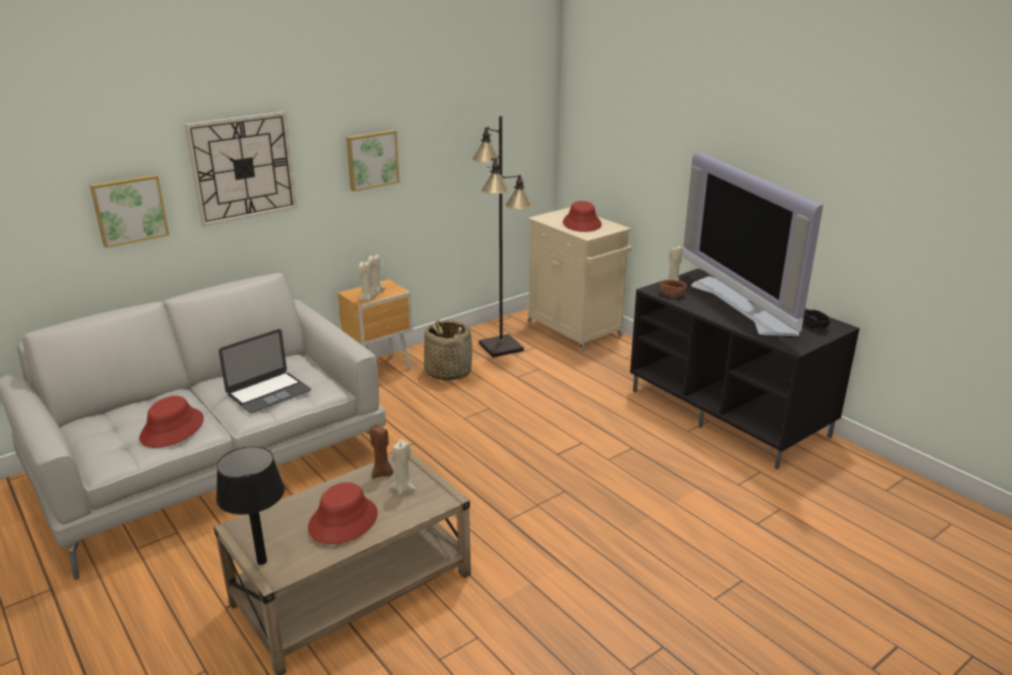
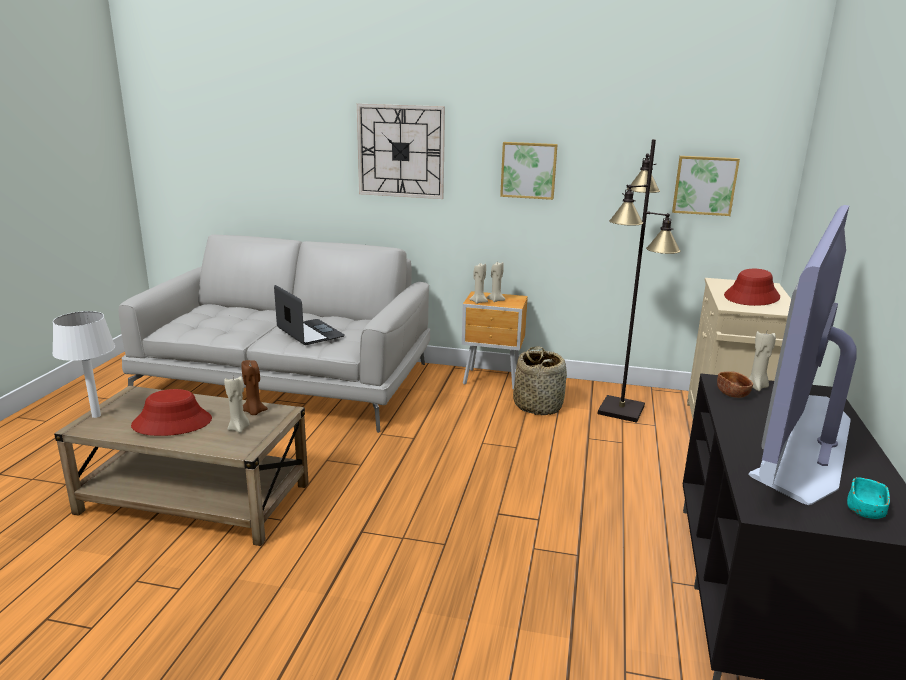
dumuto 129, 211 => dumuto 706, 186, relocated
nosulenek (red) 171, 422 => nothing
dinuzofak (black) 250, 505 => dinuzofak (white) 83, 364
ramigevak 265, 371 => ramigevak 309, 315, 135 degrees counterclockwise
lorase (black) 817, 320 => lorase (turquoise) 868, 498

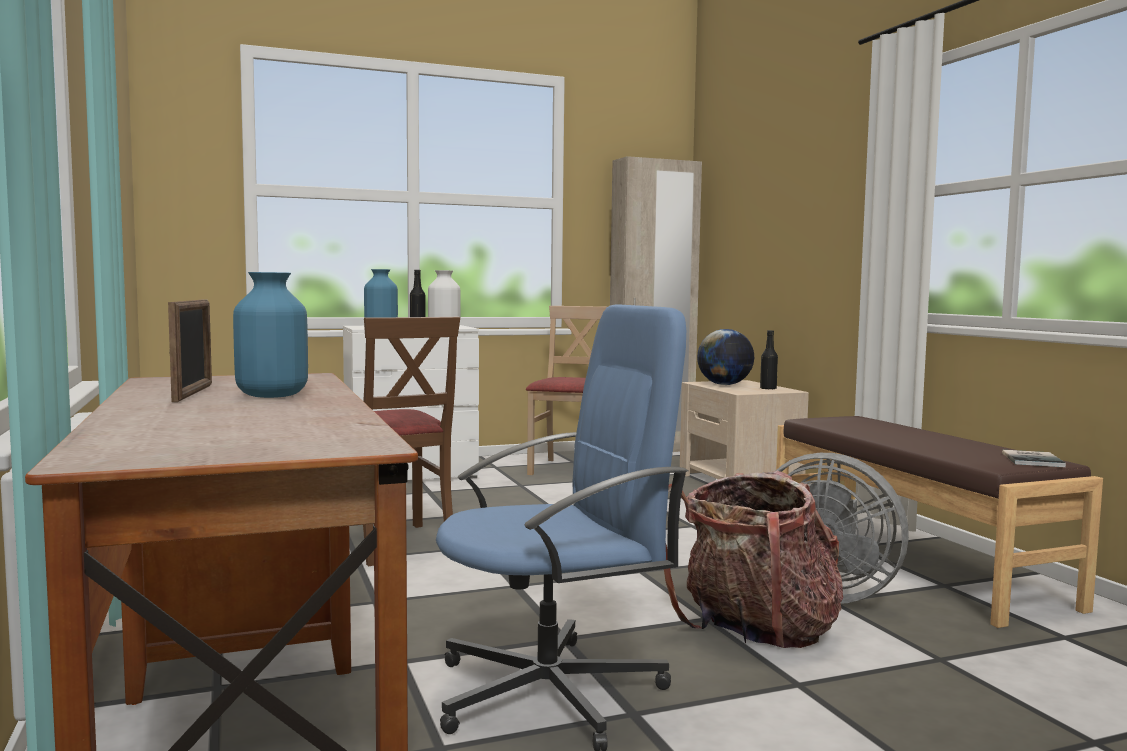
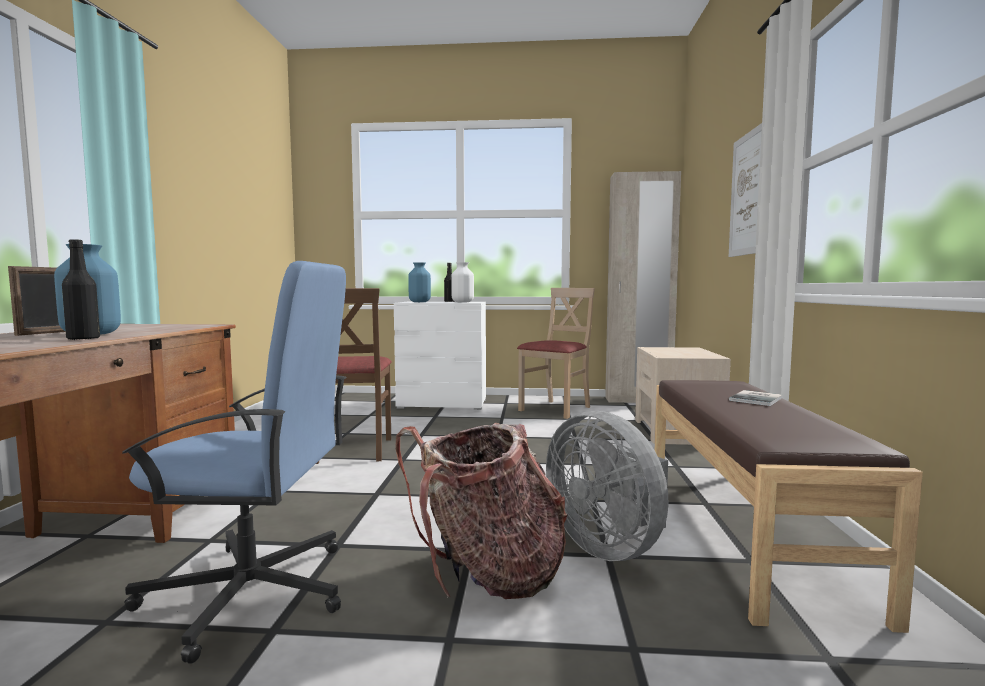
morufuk 725, 357 => nothing
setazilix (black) 769, 360 => setazilix (black) 81, 289, relocated
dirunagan 1034, 458 => dirunagan 756, 398, relocated
nothing => dumuto 745, 190

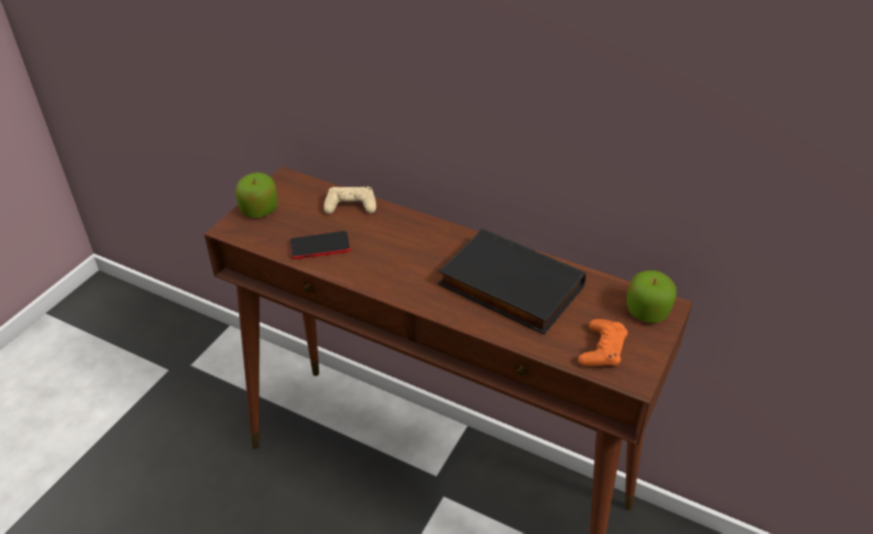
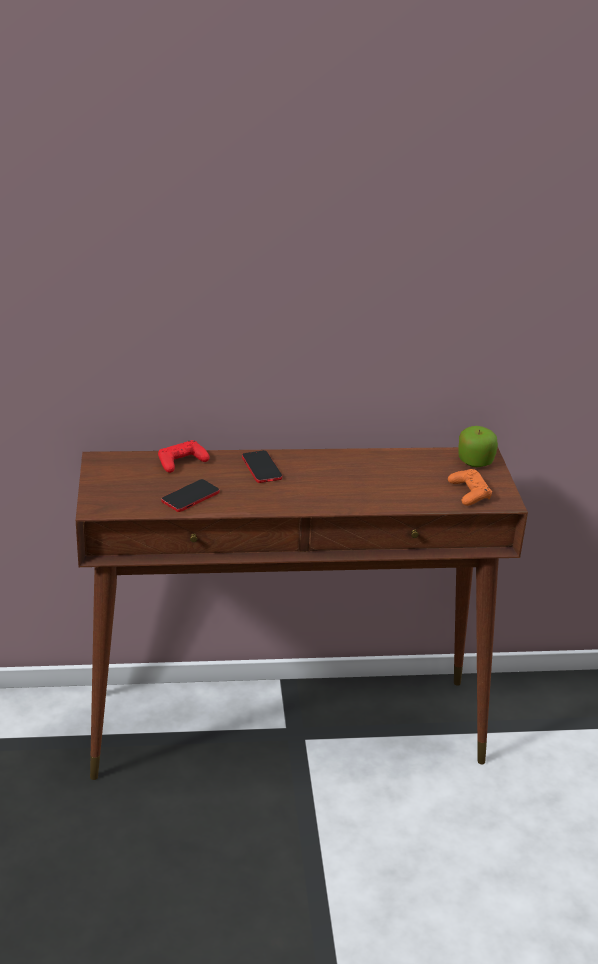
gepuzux 256, 194 => nothing
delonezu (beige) 350, 200 => delonezu (red) 184, 456
dirunagan (black) 512, 281 => nothing
nothing => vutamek 262, 466

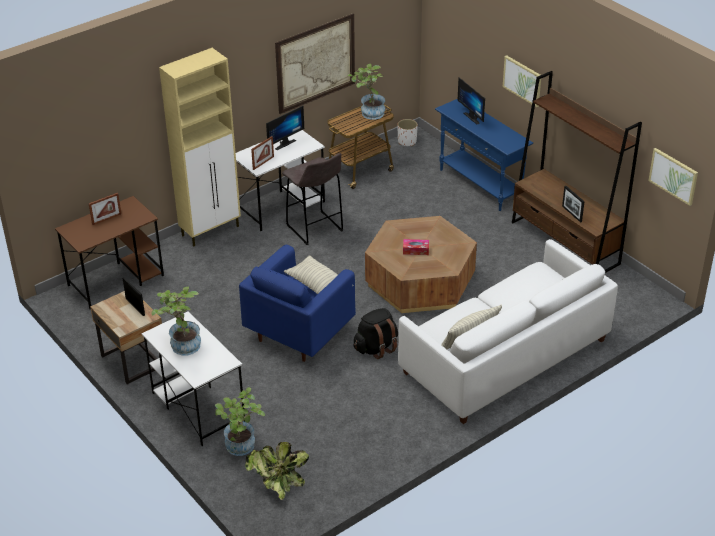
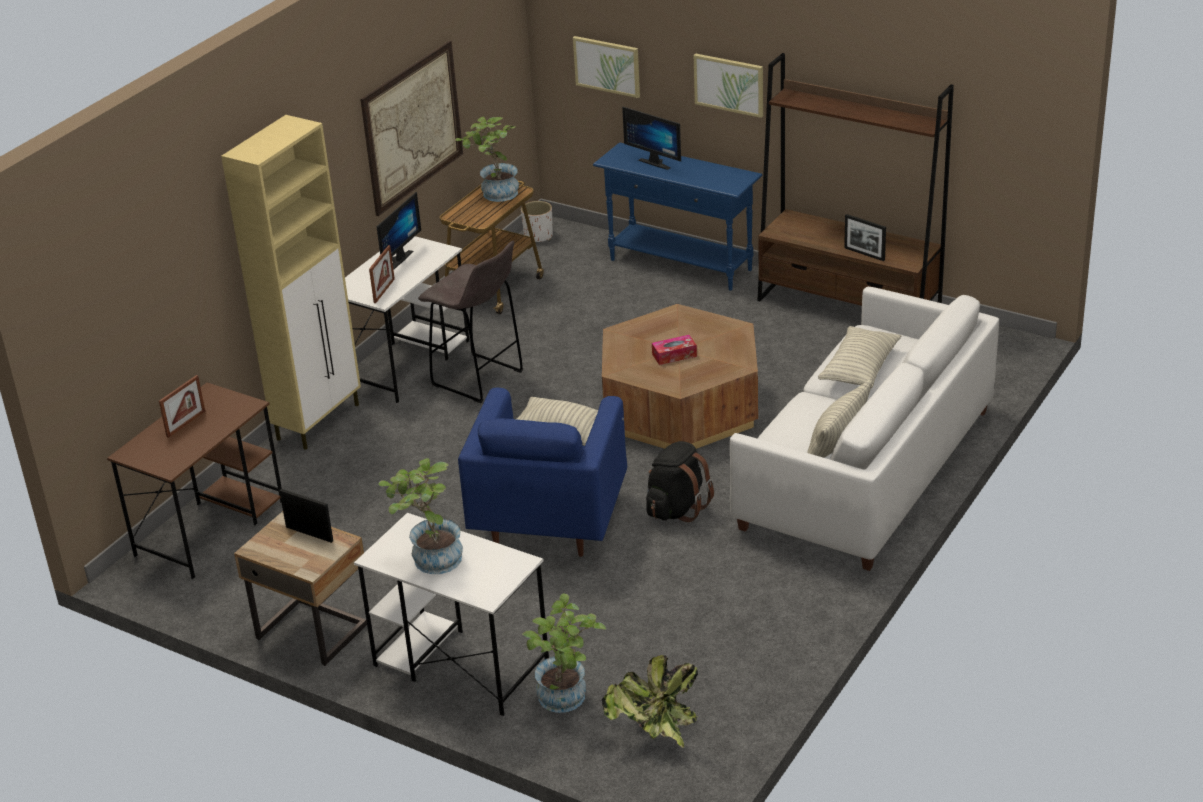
dumuto 673, 177 => dumuto 606, 67, relocated
nothing => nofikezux 859, 357

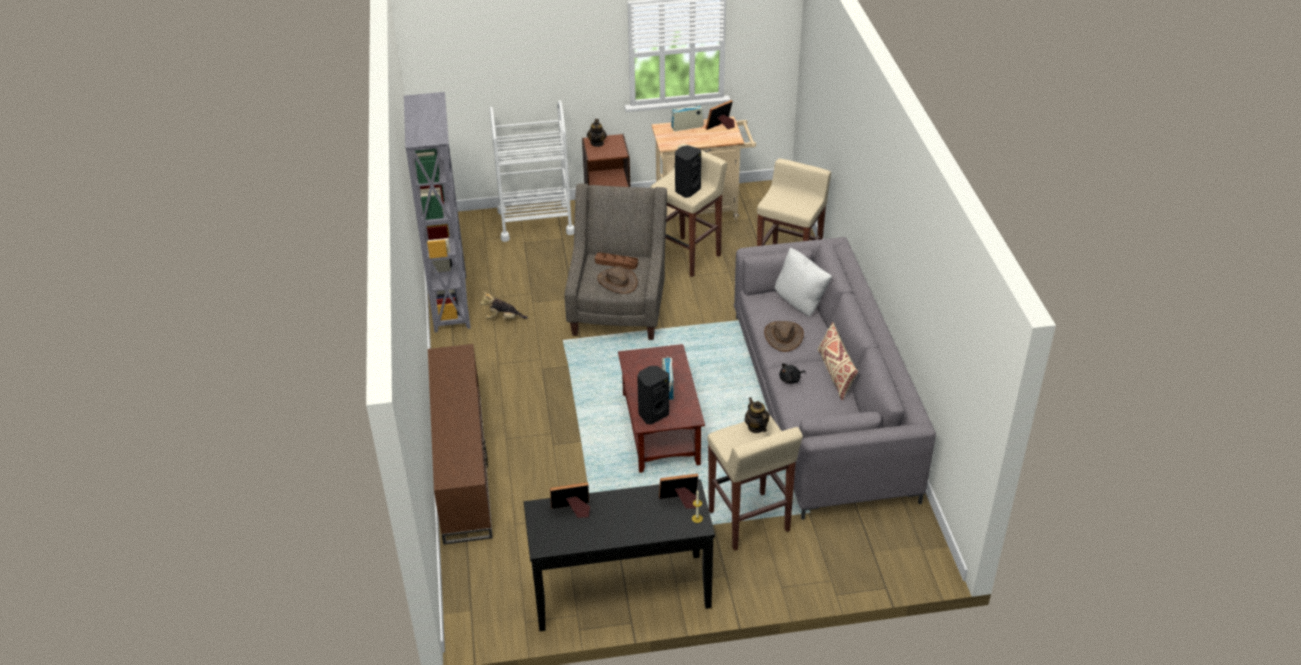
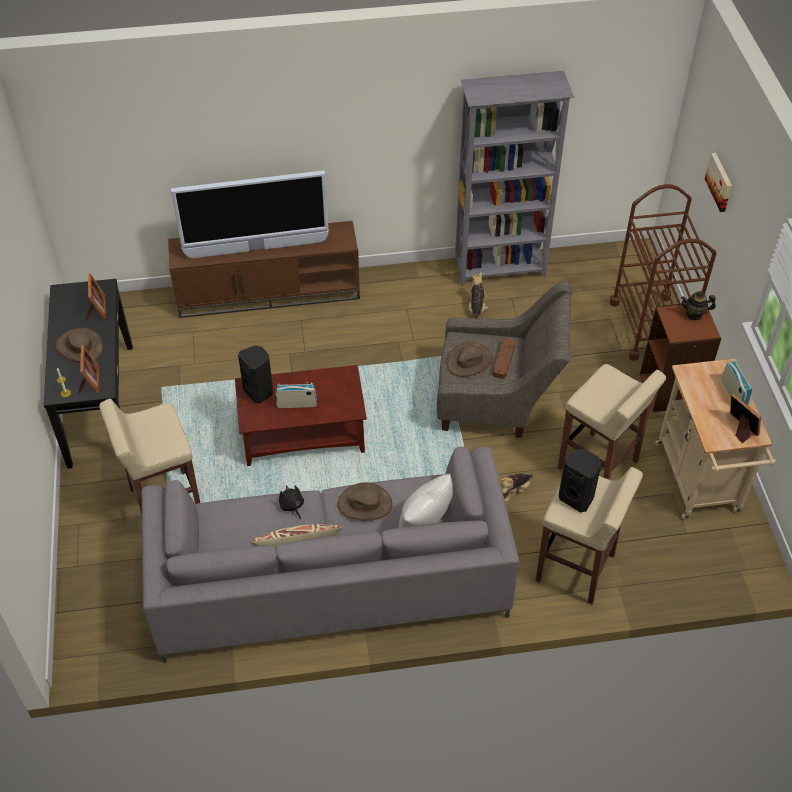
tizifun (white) 532, 171 => tizifun (brown) 662, 272
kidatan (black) 688, 171 => kidatan (black) 580, 480, relocated
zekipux 757, 415 => nothing
nothing => nosulenek (brown) 79, 345
nothing => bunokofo 250, 214
nothing => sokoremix 517, 487
nothing => dumuto 718, 182

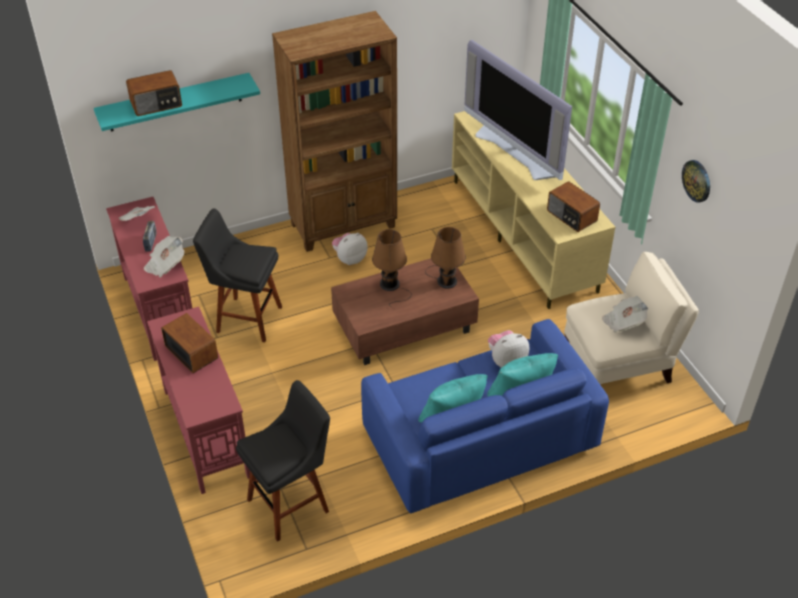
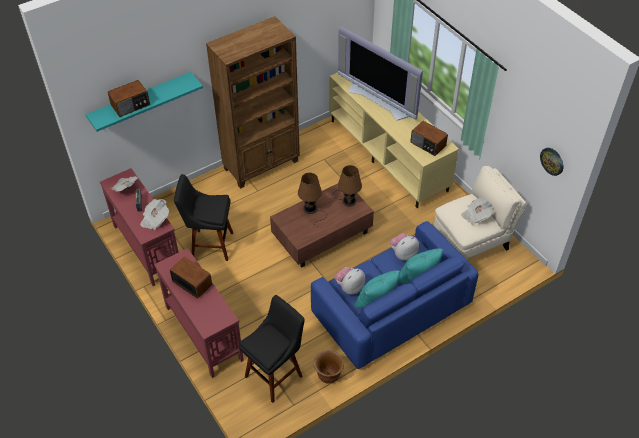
sokoremix 350, 249 => sokoremix 350, 281, relocated
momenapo 696, 181 => momenapo 551, 162, relocated
nothing => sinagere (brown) 329, 367

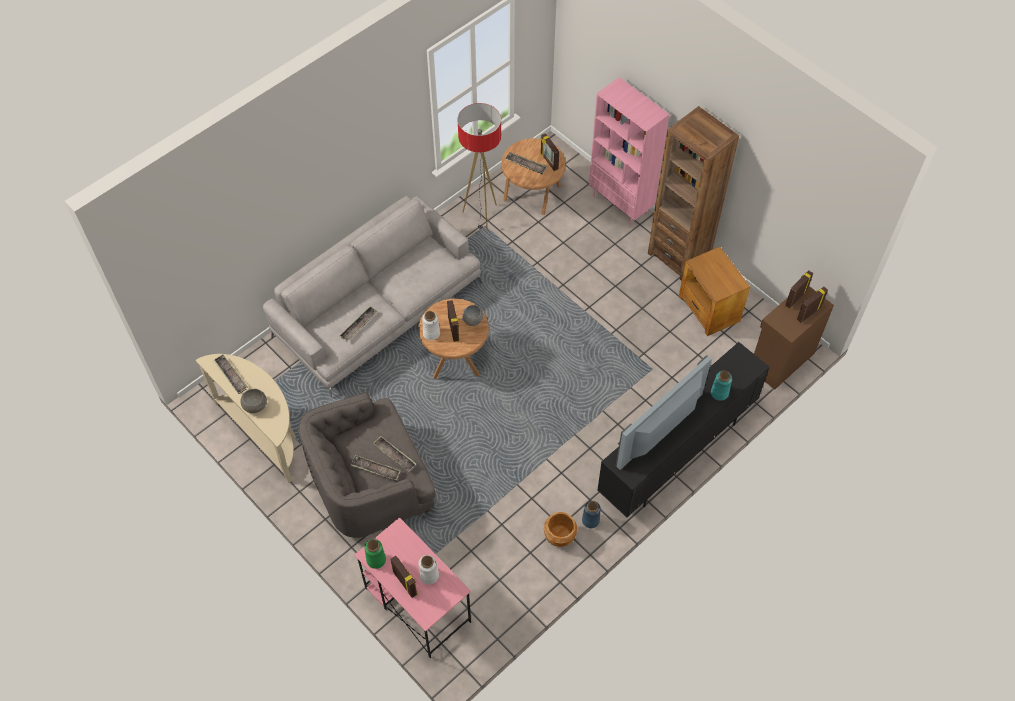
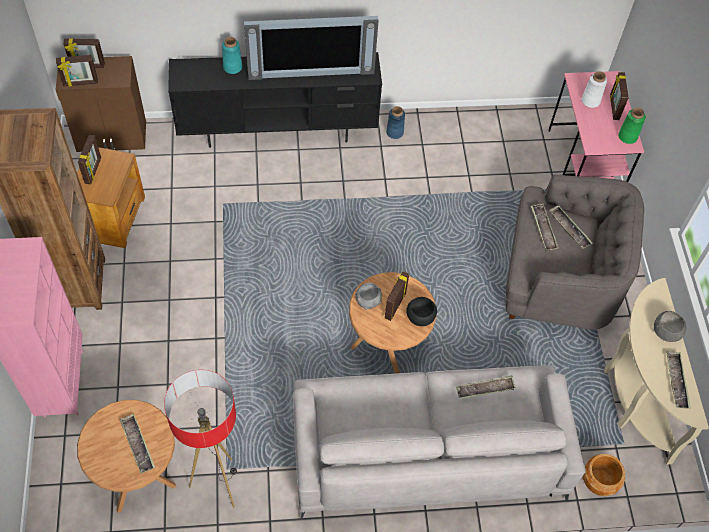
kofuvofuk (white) 431, 325 => lorase (black) 421, 311
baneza 549, 152 => baneza 89, 160, relocated
sinagere (brown) 560, 529 => sinagere (brown) 604, 475, relocated

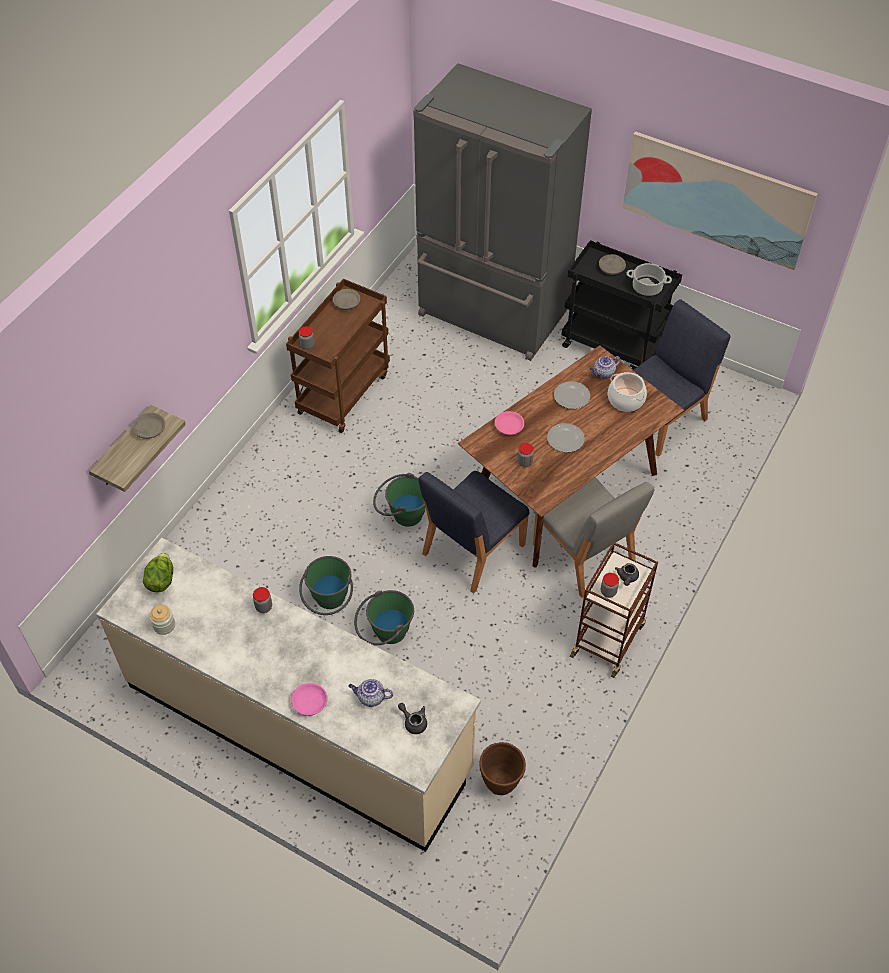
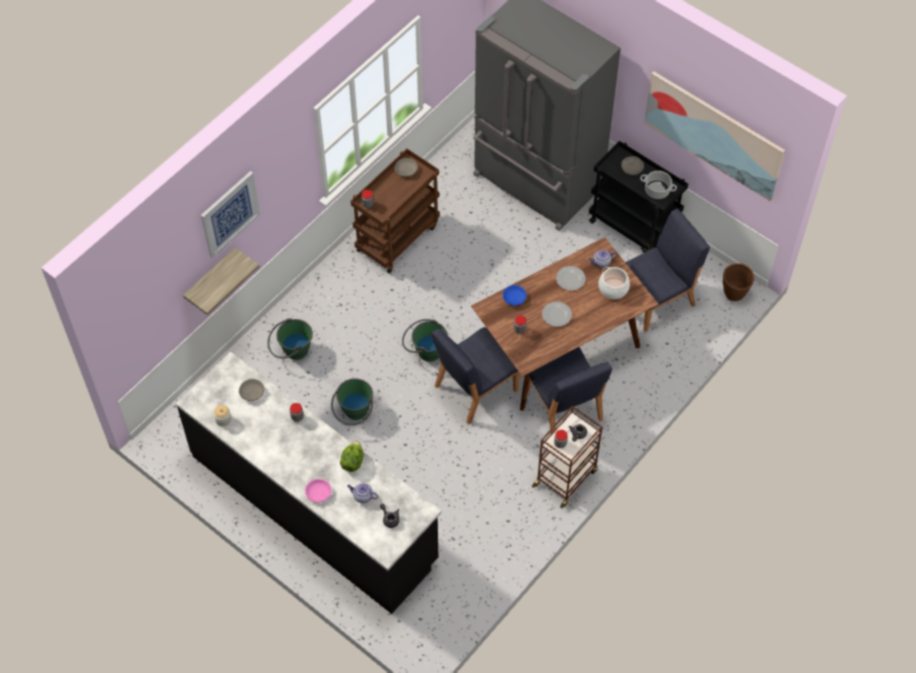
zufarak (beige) 288, 695 => zufarak (black) 308, 483
lorase (grey) 148, 426 => lorase (grey) 251, 390, relocated
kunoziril 158, 572 => kunoziril 352, 456, relocated
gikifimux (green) 384, 617 => gikifimux (green) 290, 339, relocated
sinagere (brown) 502, 768 => sinagere (brown) 739, 282, relocated
lorase (pink) 509, 423 => lorase (blue) 515, 295
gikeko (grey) 593, 537 => gikeko (blue) 570, 390
nothing => dumuto 230, 214

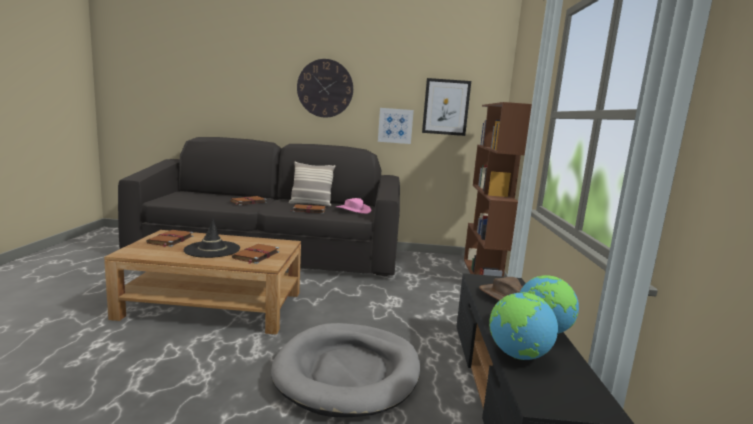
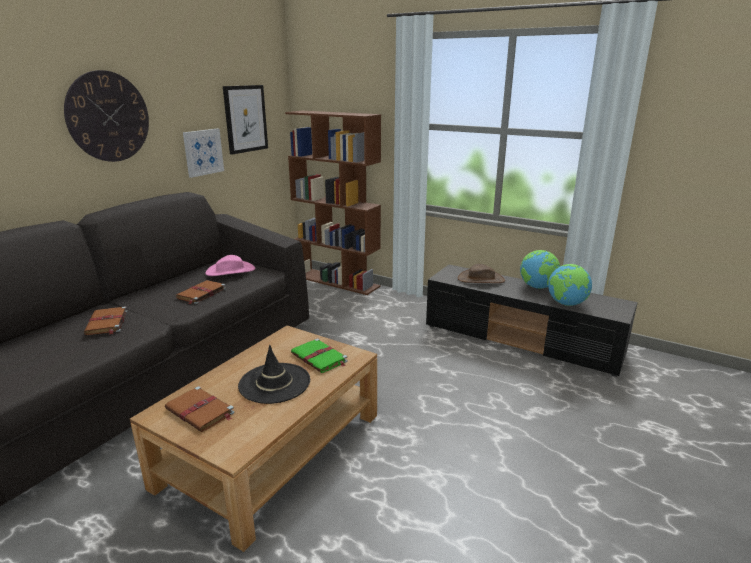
dirunagan (brown) 255, 254 => dirunagan (green) 319, 355
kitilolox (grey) 345, 370 => nothing
nofikezux 312, 183 => nothing

